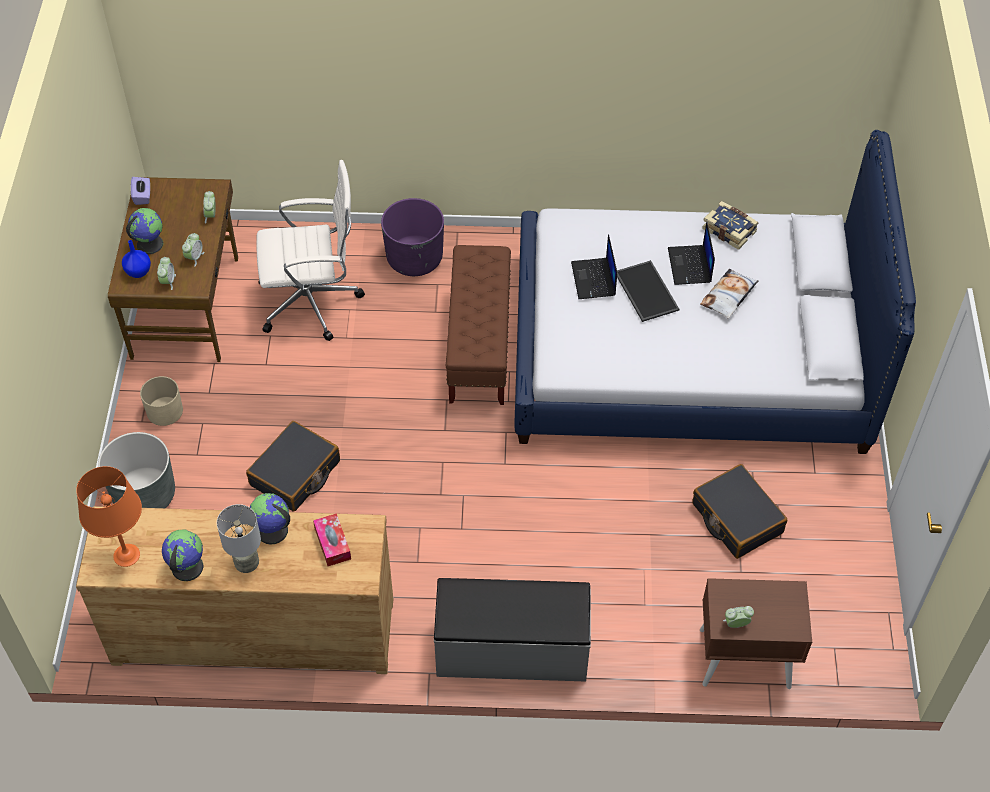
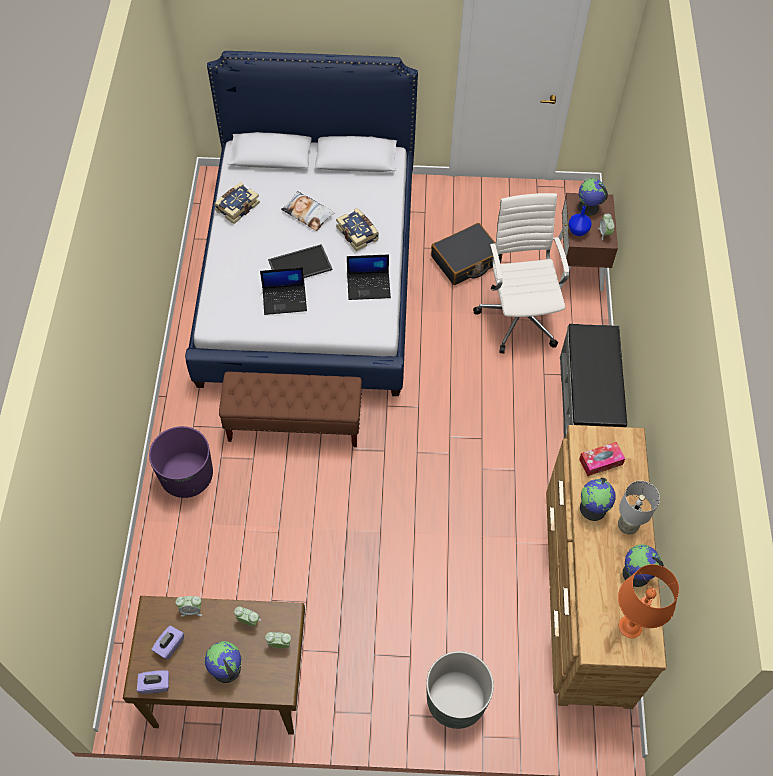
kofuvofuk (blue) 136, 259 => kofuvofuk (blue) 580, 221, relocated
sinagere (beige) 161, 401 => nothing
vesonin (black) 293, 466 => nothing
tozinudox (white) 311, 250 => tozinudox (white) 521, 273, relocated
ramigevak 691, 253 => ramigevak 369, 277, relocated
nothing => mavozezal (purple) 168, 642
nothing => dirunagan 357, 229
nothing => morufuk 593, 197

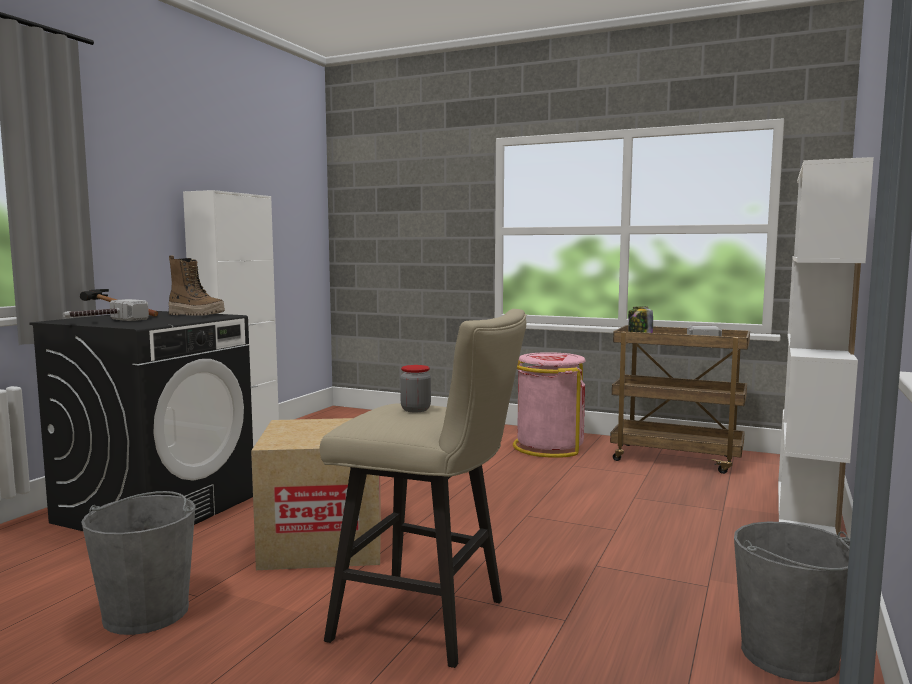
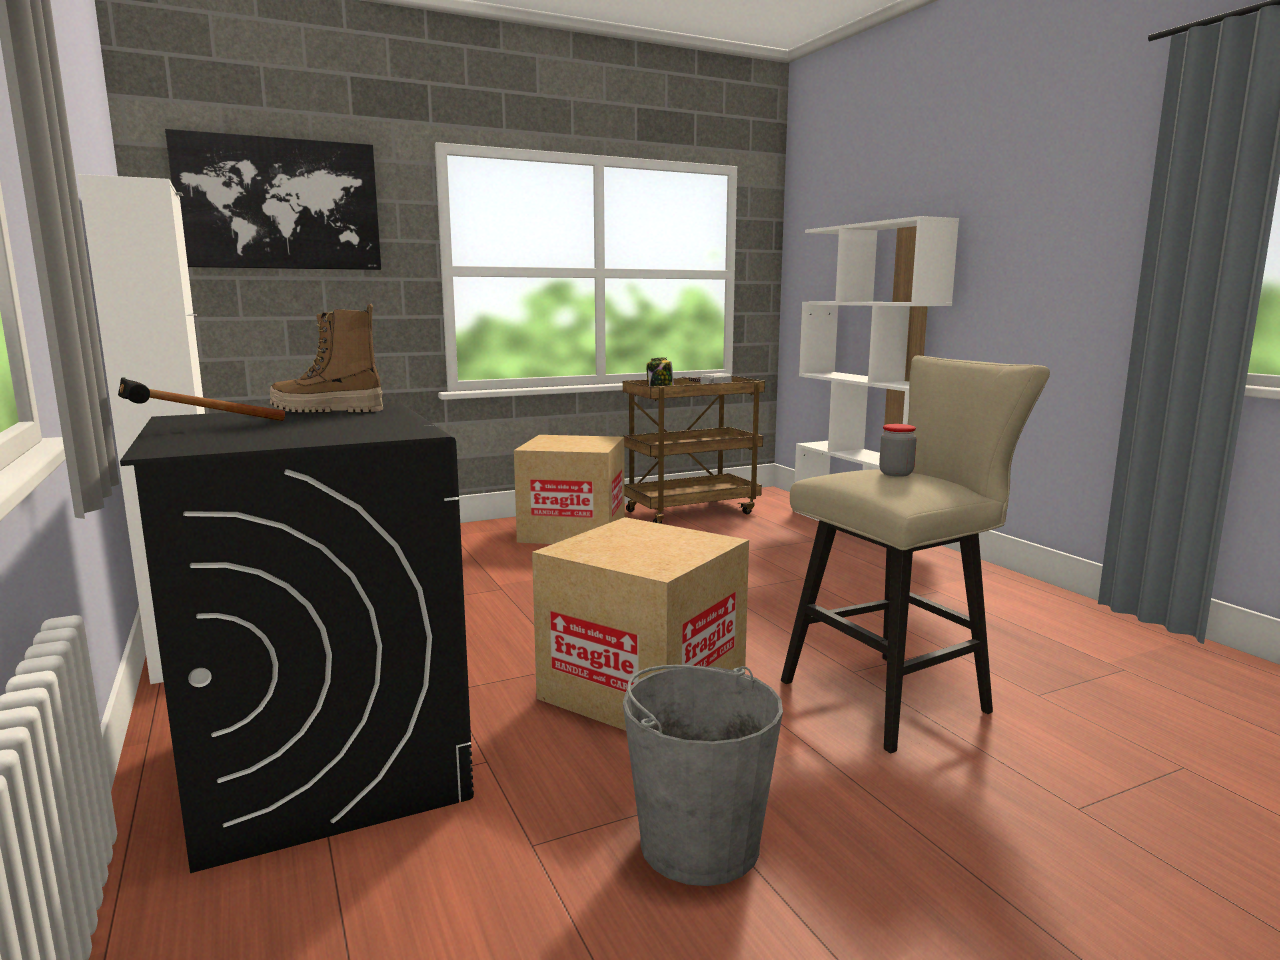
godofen 106, 310 => nothing
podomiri 196, 285 => podomiri 326, 358, 150 degrees counterclockwise
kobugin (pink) 549, 405 => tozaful 569, 489
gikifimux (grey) 792, 601 => nothing
nothing => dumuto 273, 199

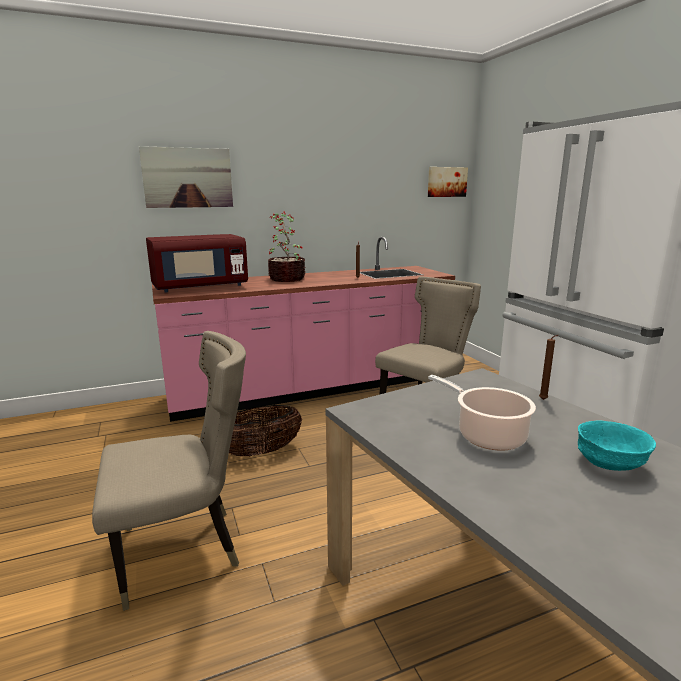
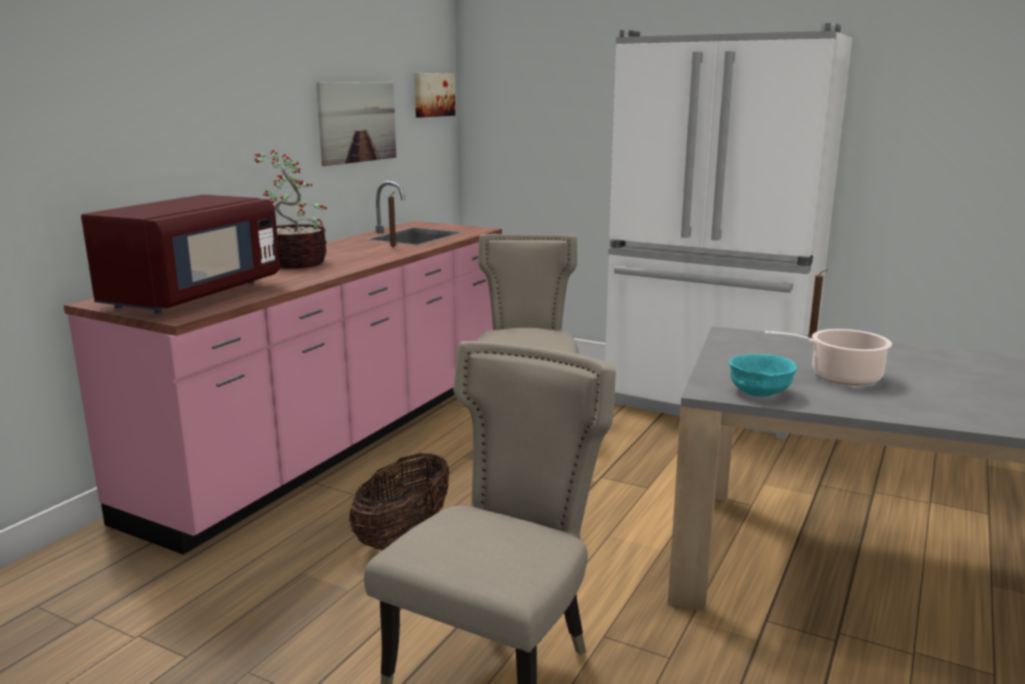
dumuto 186, 177 => dumuto 356, 124, relocated
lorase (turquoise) 617, 445 => lorase (turquoise) 763, 375, relocated

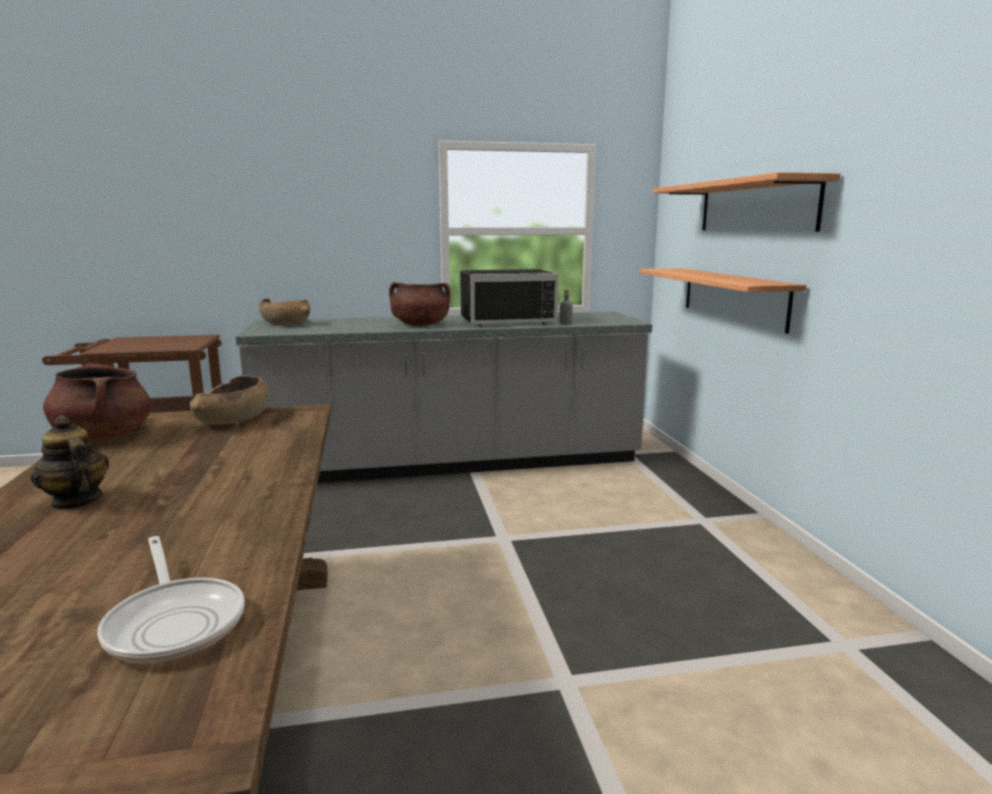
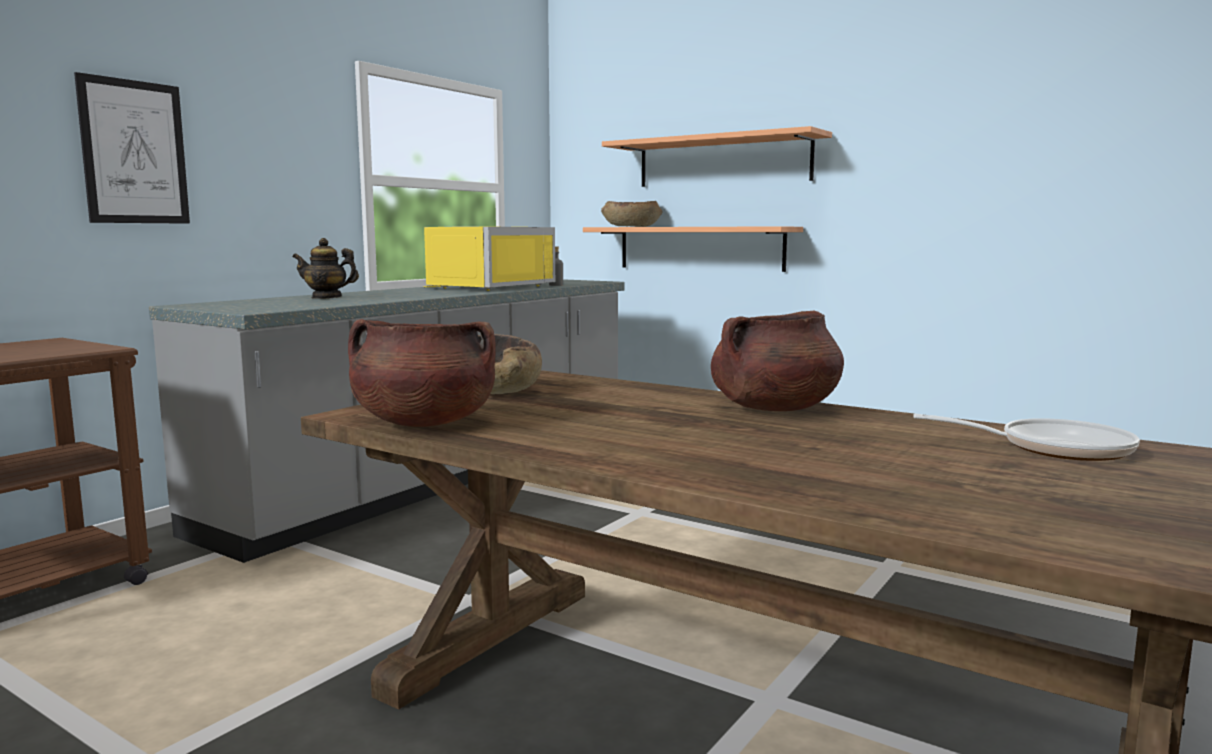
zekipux 70, 462 => zekipux 326, 268, relocated
lorase (brown) 284, 311 => lorase (brown) 631, 214, relocated
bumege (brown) 420, 304 => bumege (brown) 777, 361, relocated
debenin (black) 509, 297 => debenin (yellow) 489, 258
nothing => dumuto 132, 148

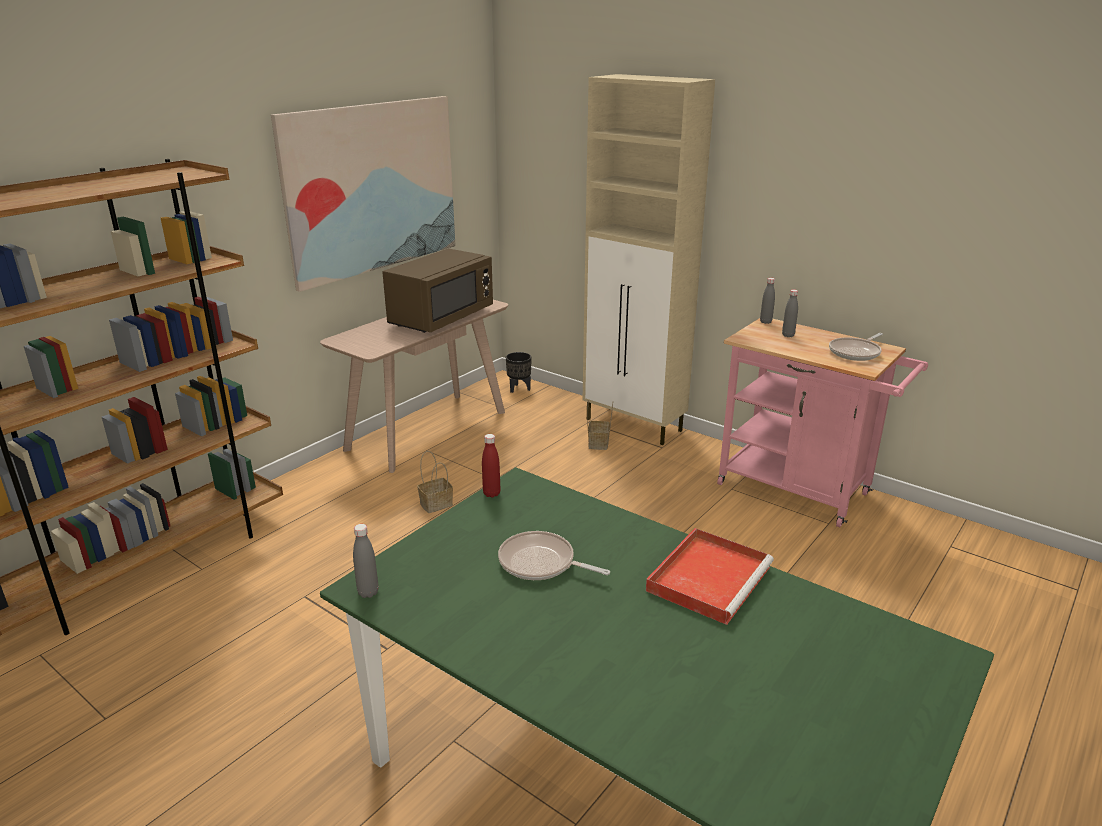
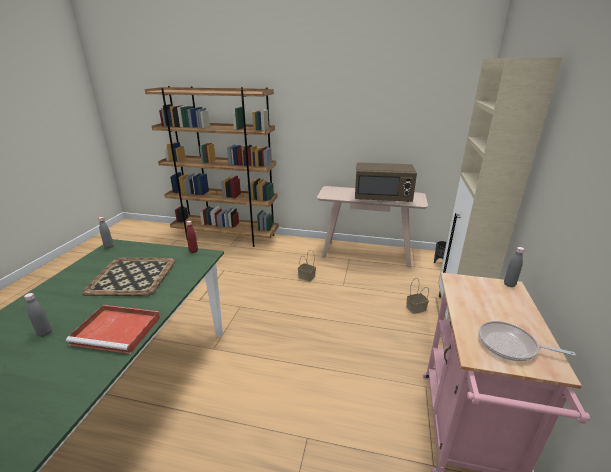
dumuto 363, 194 => nothing
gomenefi 554, 555 => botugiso 129, 277
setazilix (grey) 790, 313 => setazilix (grey) 38, 315, relocated

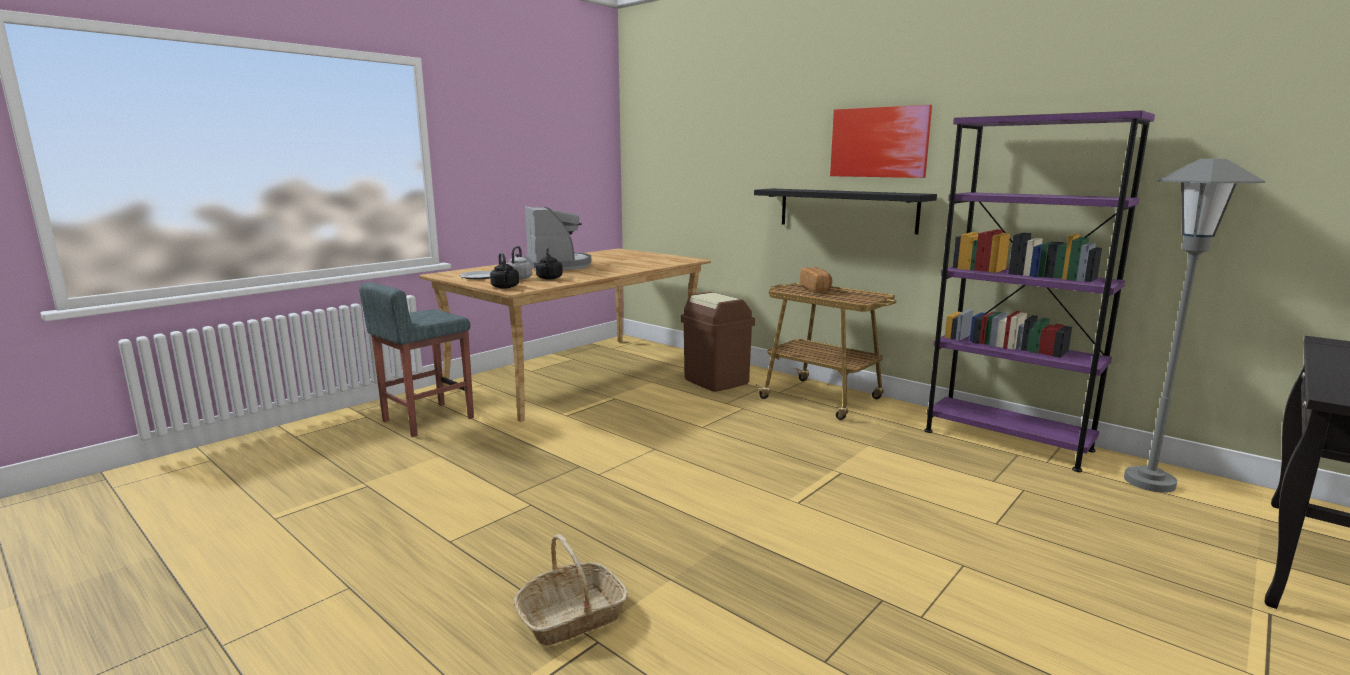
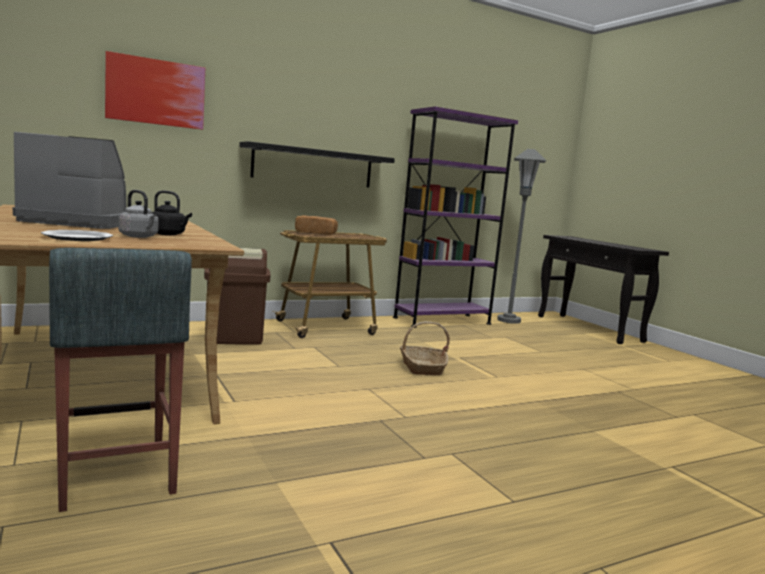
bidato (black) 504, 271 => nothing
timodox 570, 590 => timodox 425, 348, relocated
dumuto 881, 141 => dumuto 155, 90, relocated

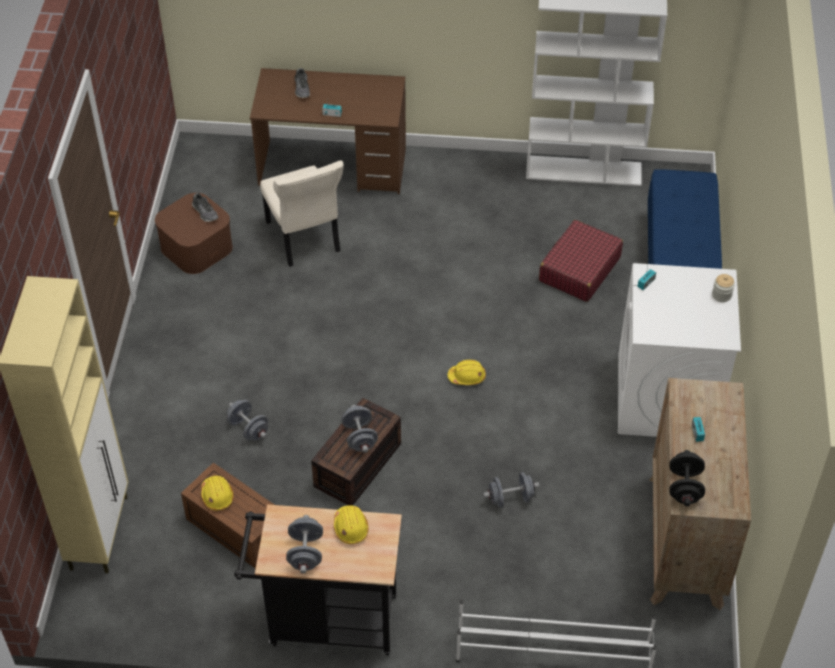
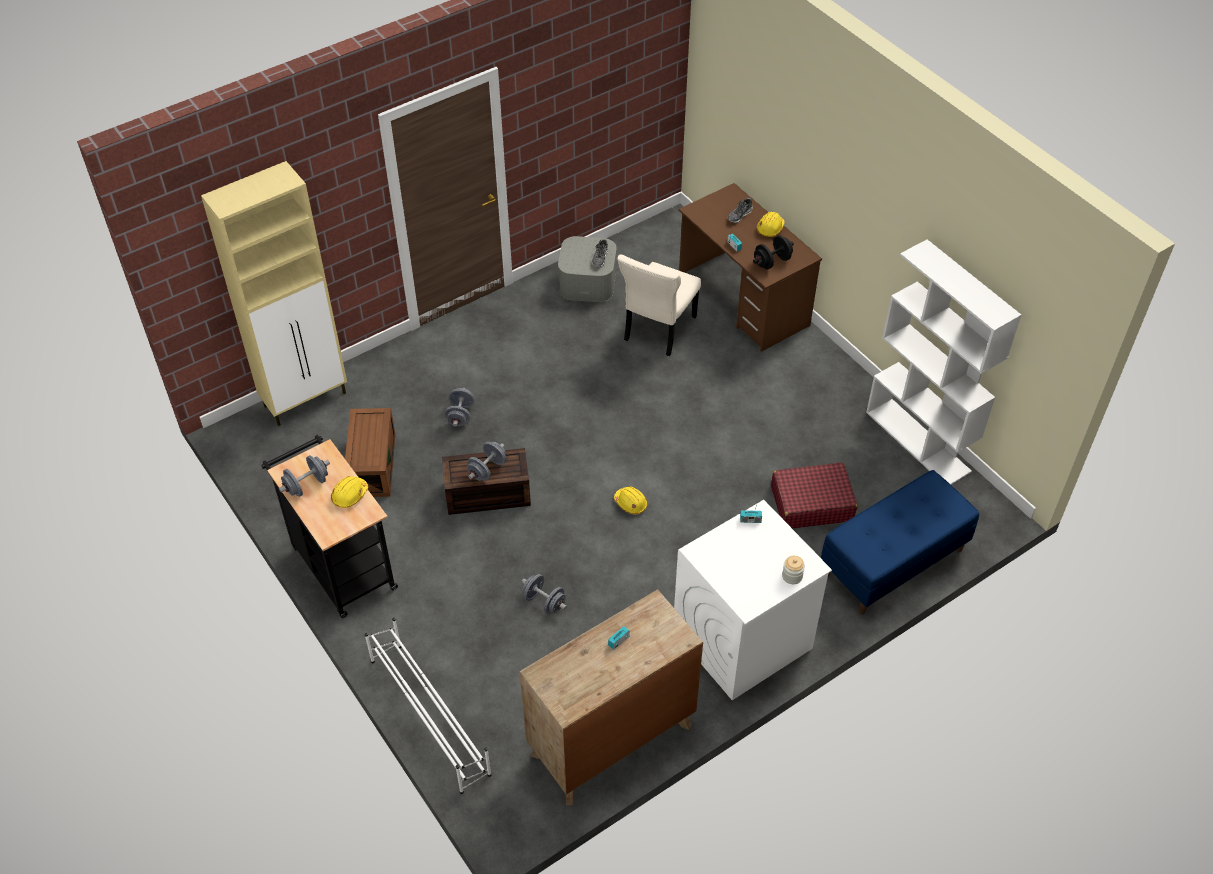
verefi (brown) 194, 233 => verefi (grey) 587, 269
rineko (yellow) 217, 493 => rineko (yellow) 771, 224, relocated
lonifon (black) 687, 478 => lonifon (black) 773, 252, relocated

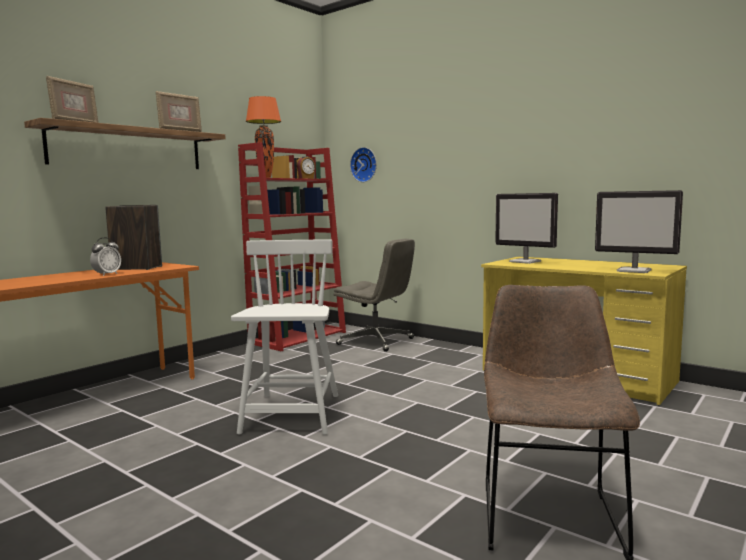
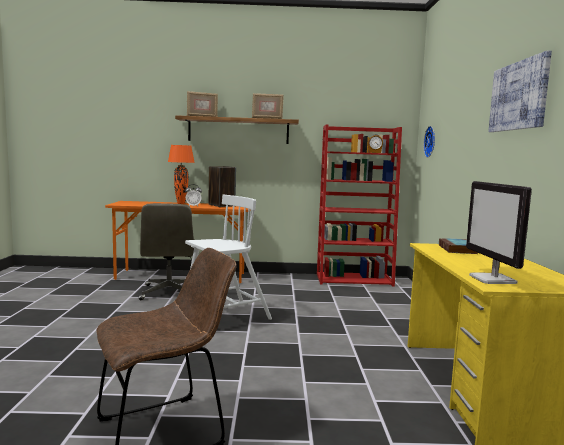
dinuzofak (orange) 263, 137 => dinuzofak (orange) 181, 174, relocated
tozinudox (grey) 374, 295 => tozinudox (grey) 166, 251, relocated
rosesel 526, 228 => dirunagan 458, 246
nothing => dumuto 520, 91

